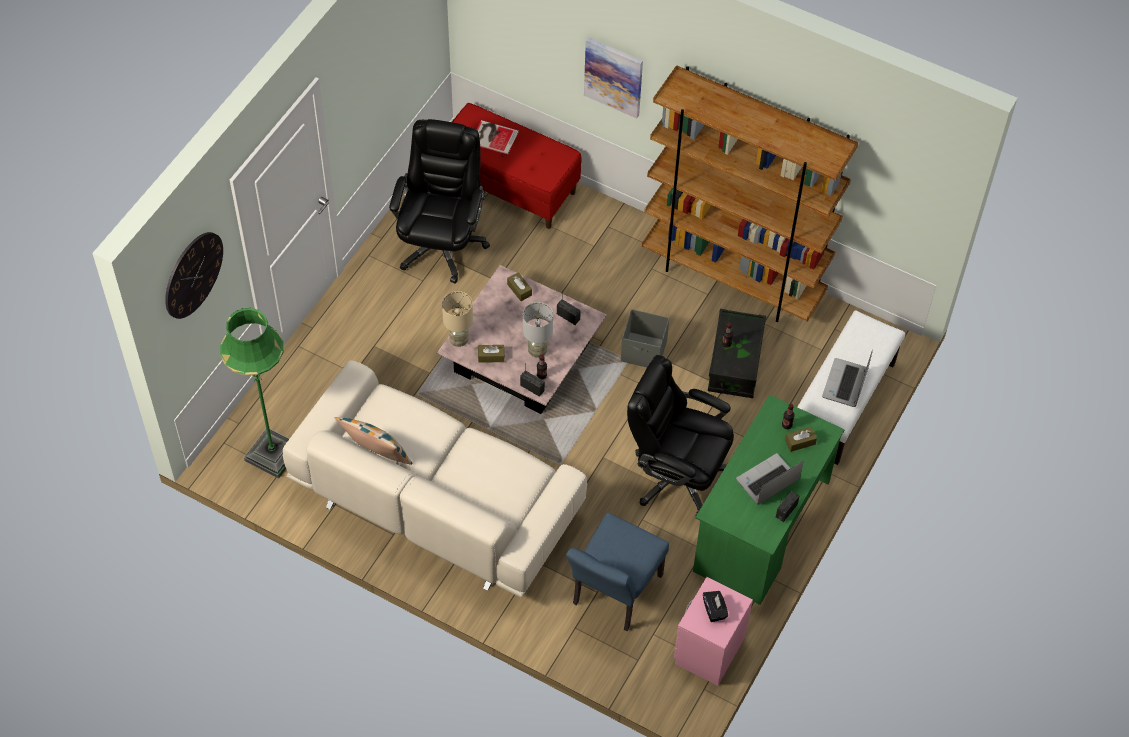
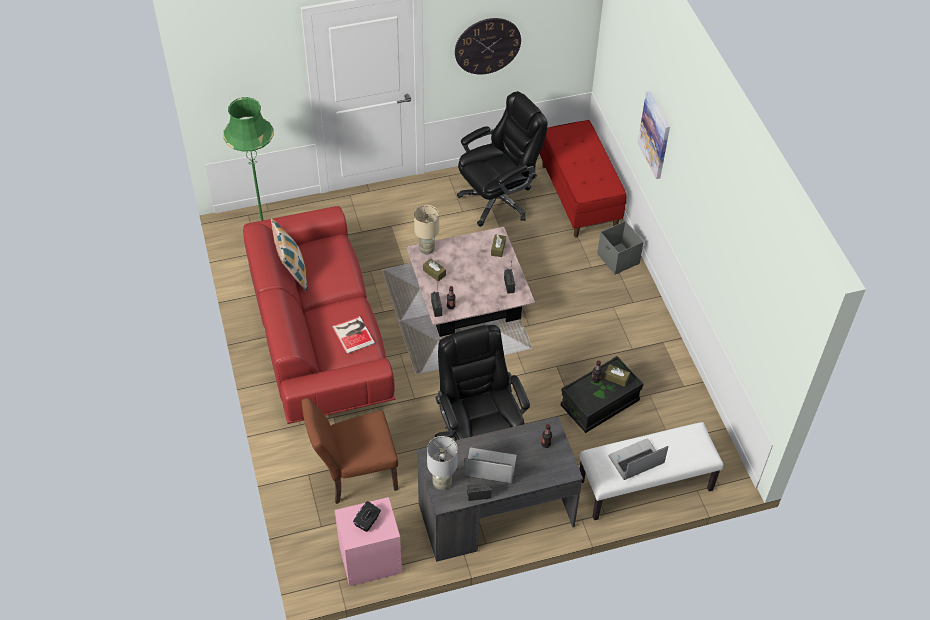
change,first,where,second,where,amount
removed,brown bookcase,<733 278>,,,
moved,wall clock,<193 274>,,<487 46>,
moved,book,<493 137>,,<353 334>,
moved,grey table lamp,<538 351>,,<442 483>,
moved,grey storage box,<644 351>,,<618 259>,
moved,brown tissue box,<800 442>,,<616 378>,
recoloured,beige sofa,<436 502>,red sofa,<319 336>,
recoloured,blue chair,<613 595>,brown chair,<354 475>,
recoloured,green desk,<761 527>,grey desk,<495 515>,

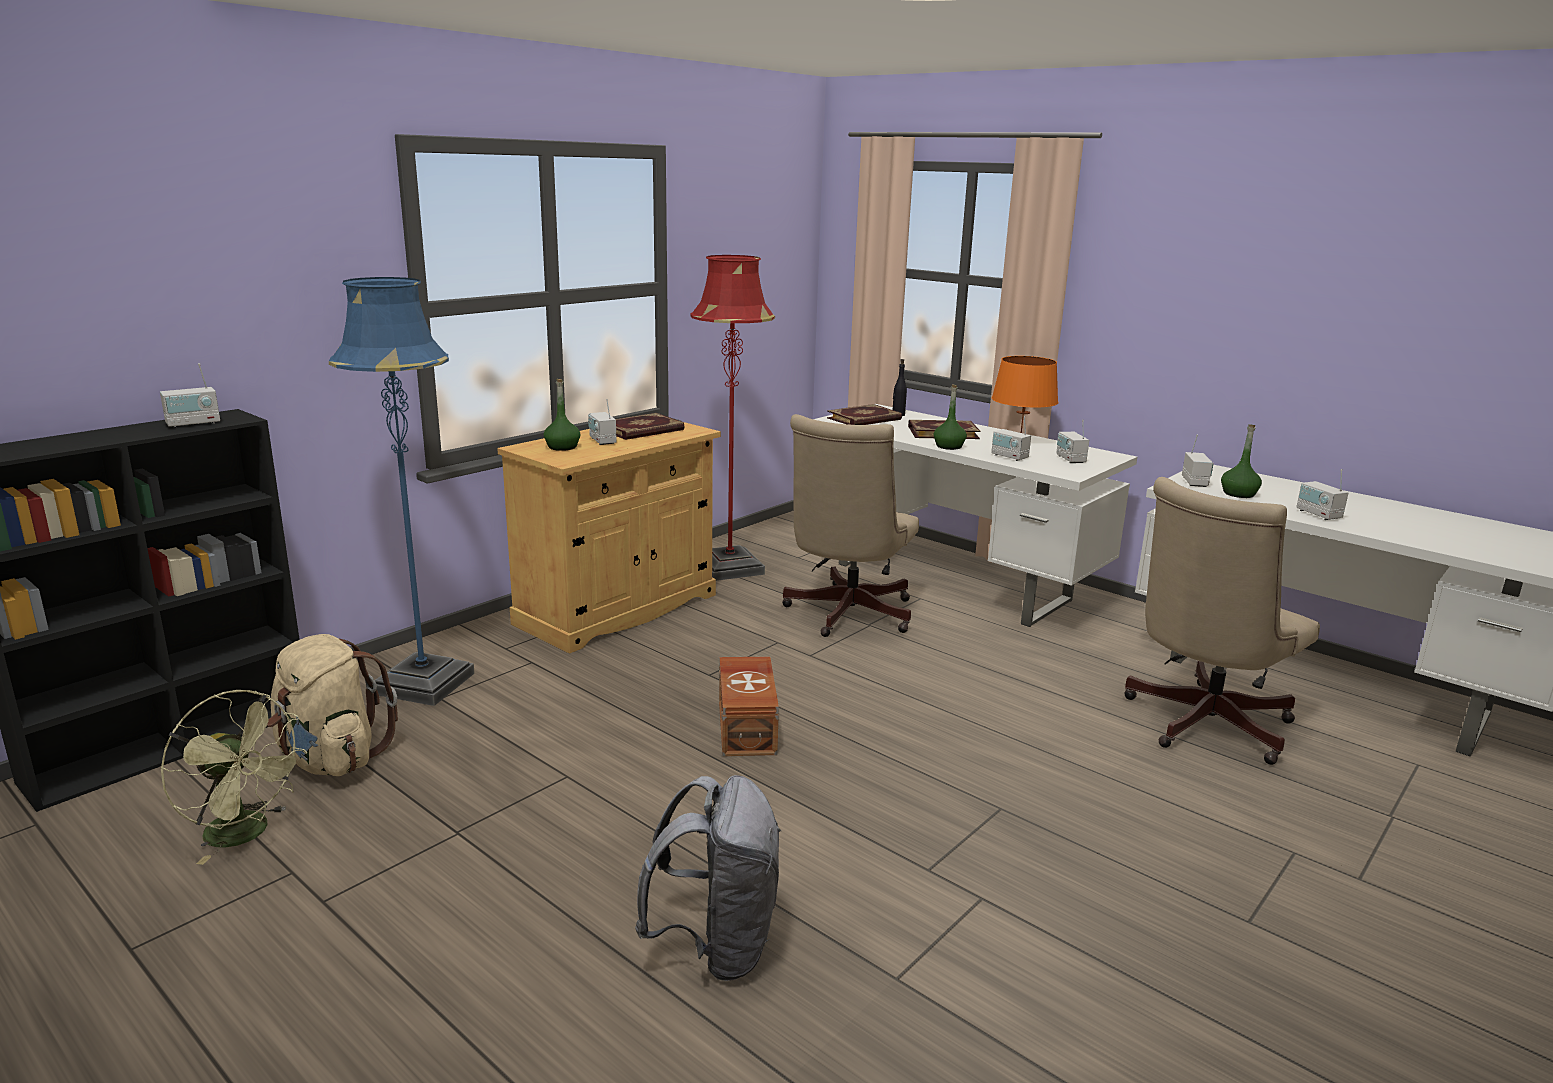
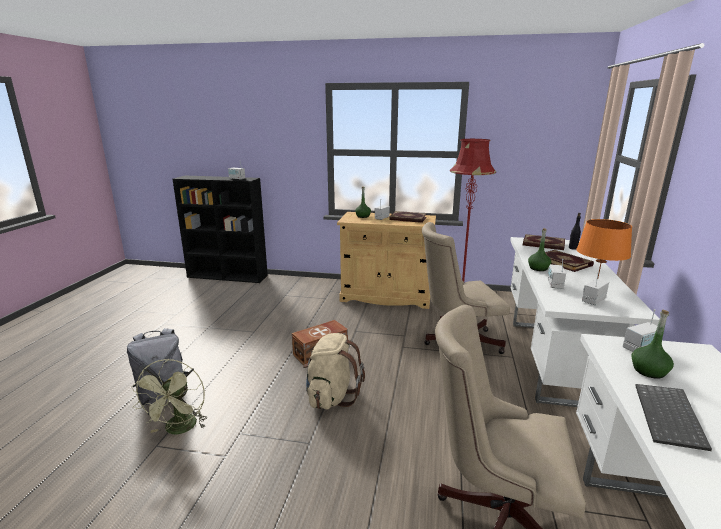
change,first,where,second,where,amount
removed,blue floor lamp,<424 683>,,,
moved,green fan,<247 834>,,<179 430>,
moved,beige backpack,<331 759>,,<331 396>,
replaced,radio,<1318 514>,keyboard,<671 418>,

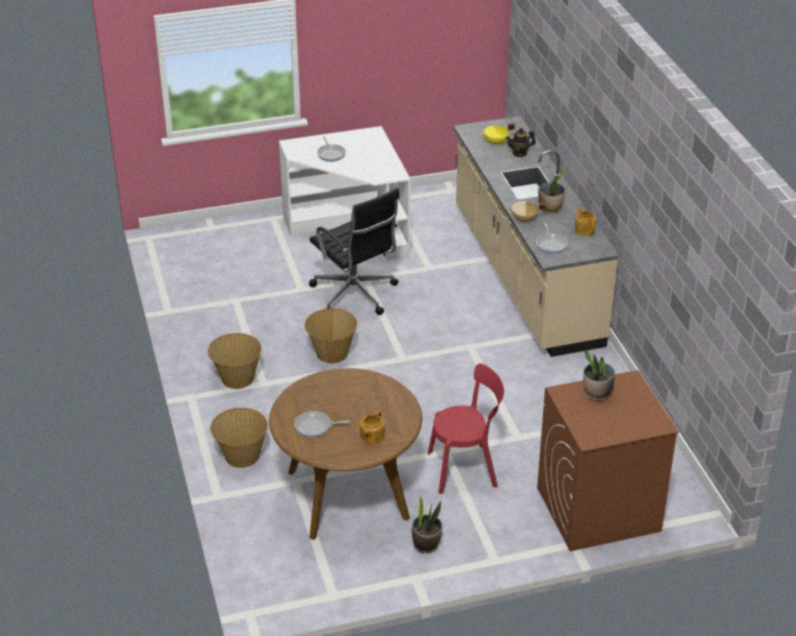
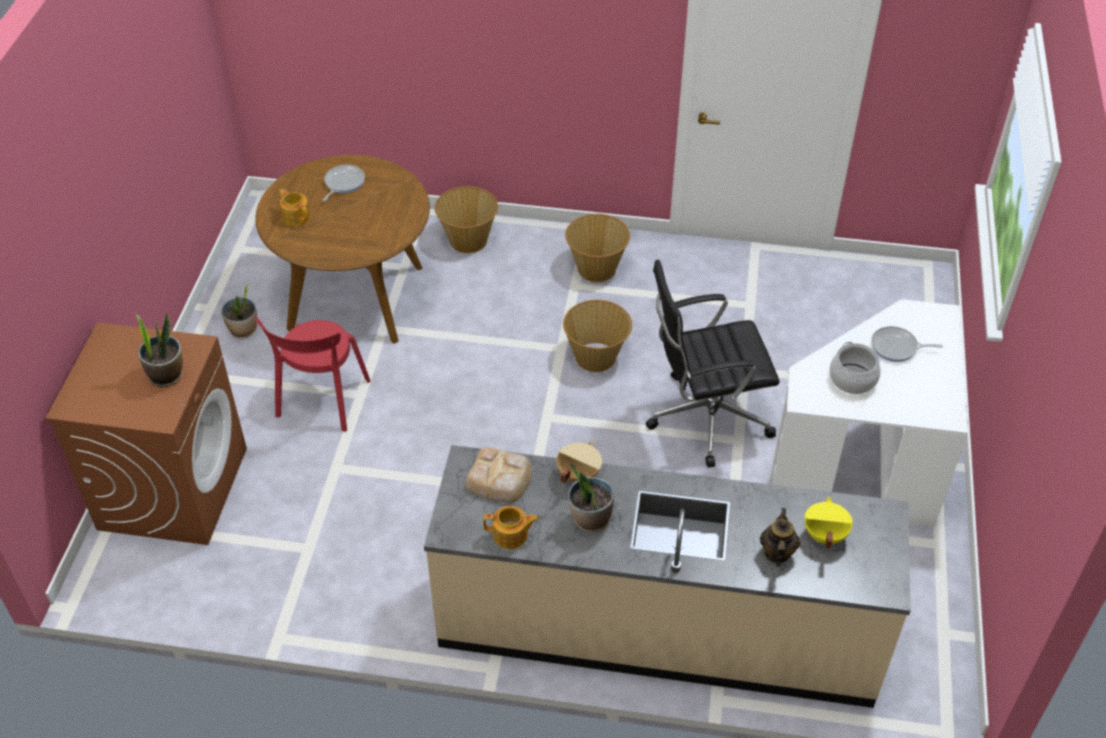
change,first,where,second,where,amount
added,,,cooking pot,<853 379>,
replaced,frying pan,<551 244>,bread,<499 478>,

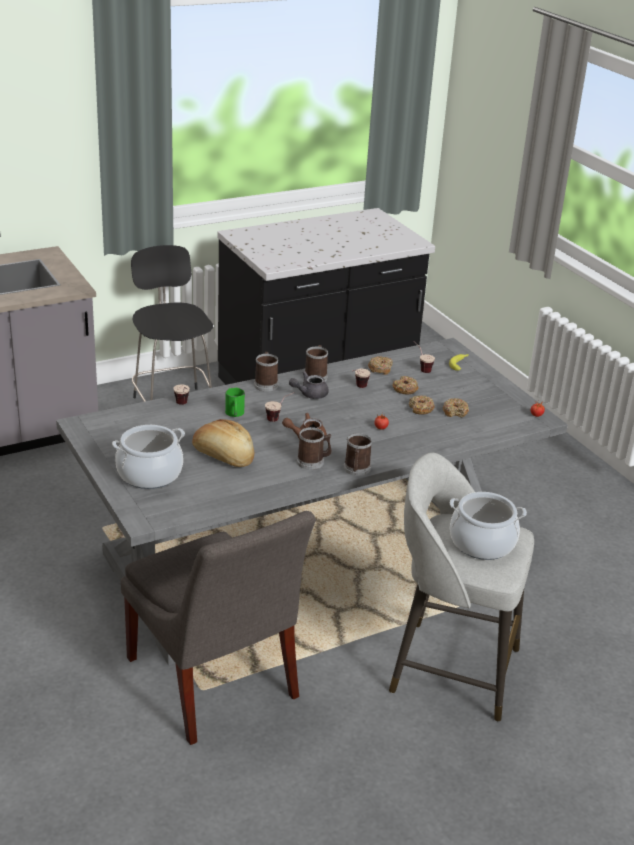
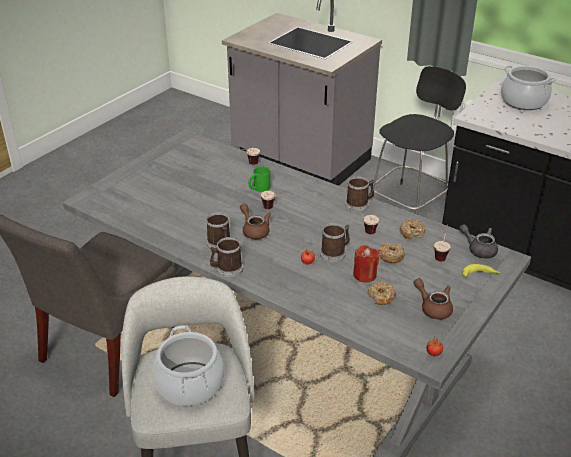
change,first,where,second,where,amount
removed,bread,<223 456>,,,
added,,,brown teapot,<433 307>,
moved,cooking pot,<149 474>,,<523 101>,
moved,mug,<266 383>,,<335 253>,
moved,grey teapot,<309 394>,,<478 249>,
replaced,donut,<421 409>,red candle,<364 275>,

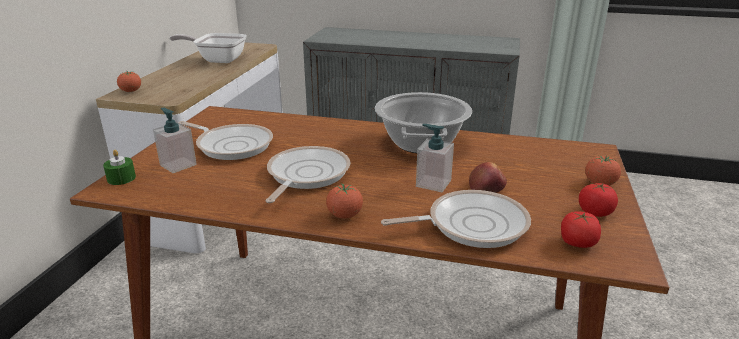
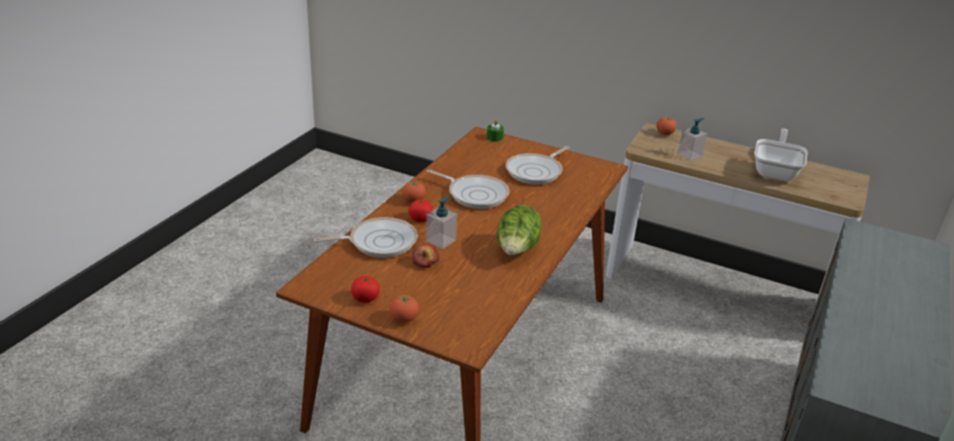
change,first,where,second,where,amount
moved,soap dispenser,<178 165>,,<690 155>,
moved,tomato,<577 243>,,<420 219>,
replaced,cooking pot,<421 143>,lettuce,<517 251>,
turned,frying pan,<471 224>,,<379 242>,105 degrees counterclockwise

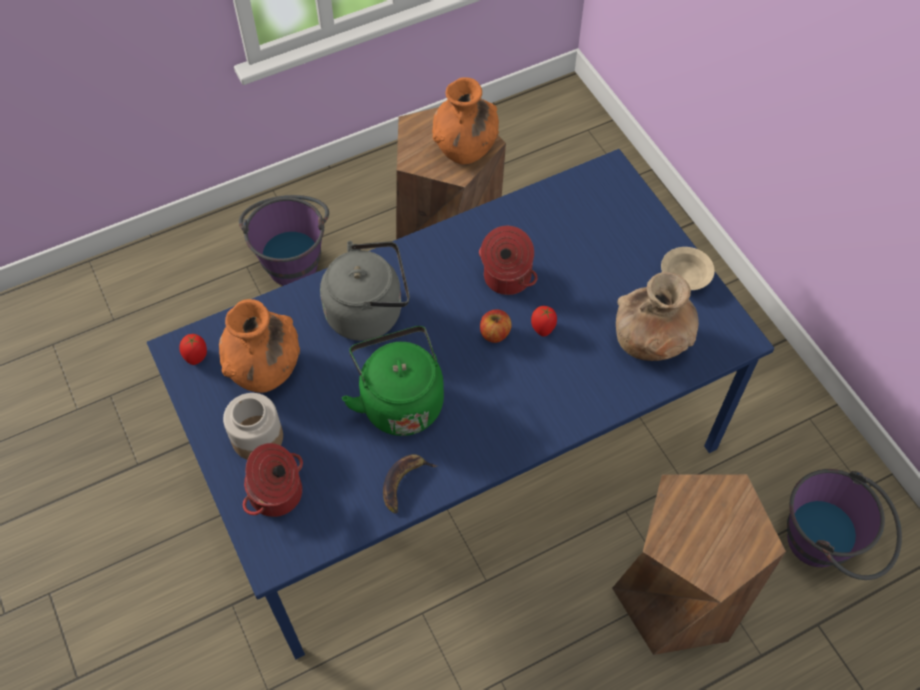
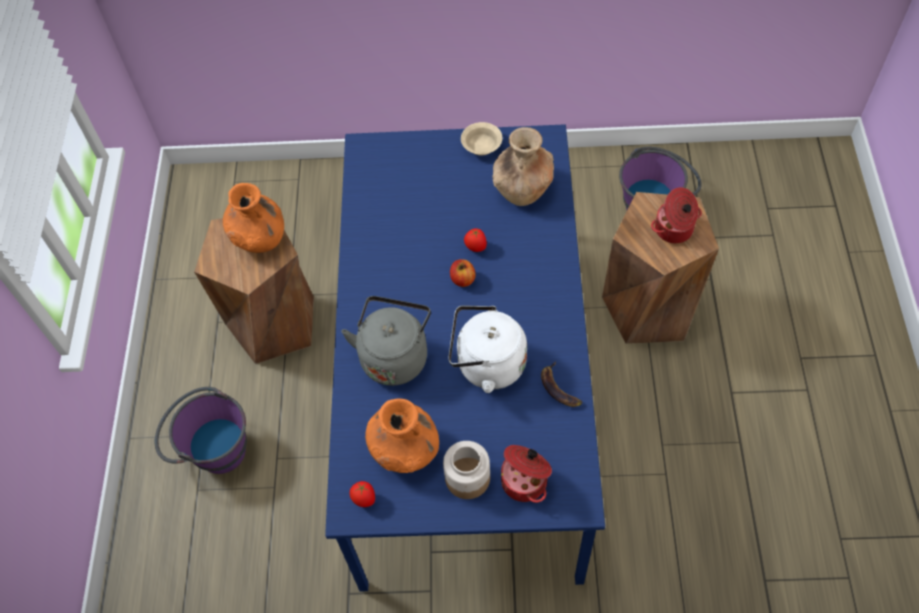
change,first,where,second,where,amount
moved,cooking pot,<506 278>,,<674 230>,
recoloured,green kettle,<399 400>,white kettle,<486 365>,

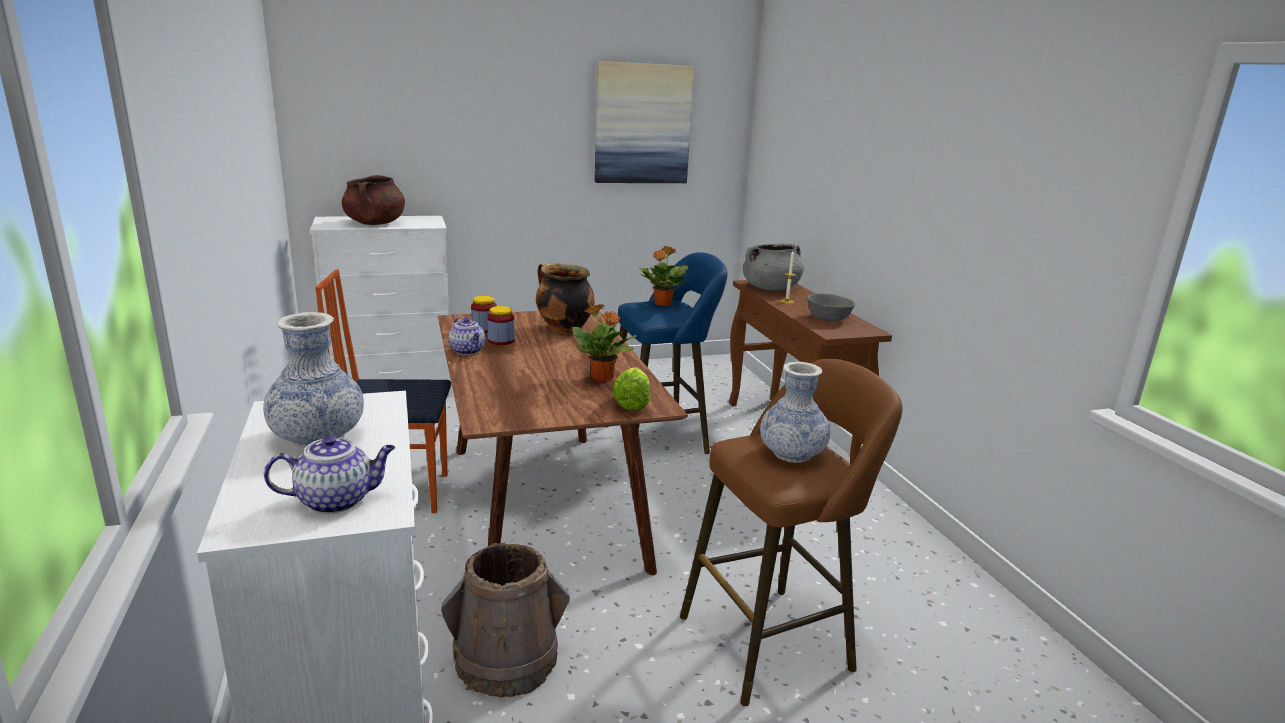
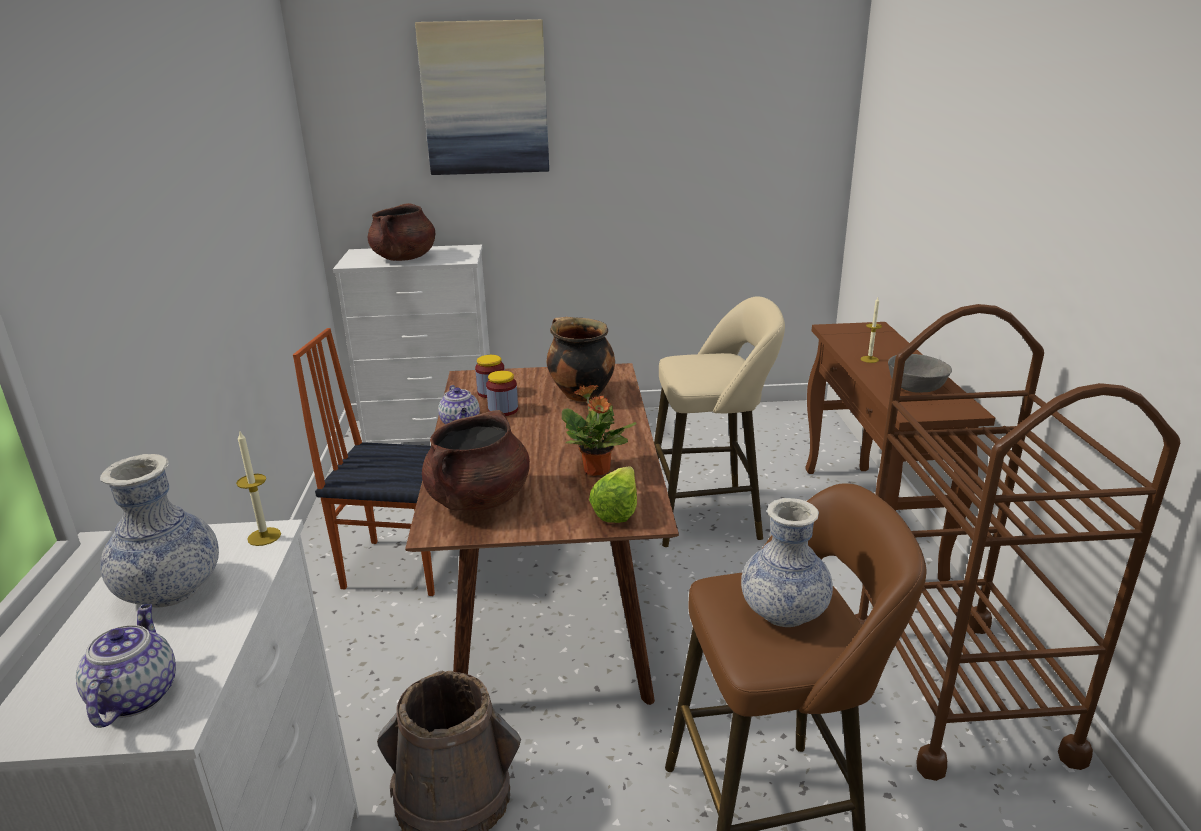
change,first,where,second,where,amount
removed,potted plant,<662 304>,,,
removed,grey cooking pot,<770 288>,,,
added,,,candle,<264 536>,
added,,,brown cooking pot,<479 499>,
added,,,brown cart,<956 691>,
moved,picture,<642 124>,,<485 99>,
recoloured,blue stool,<661 438>,beige stool,<710 514>,
turned,teapot,<337 500>,,<135 695>,90 degrees counterclockwise

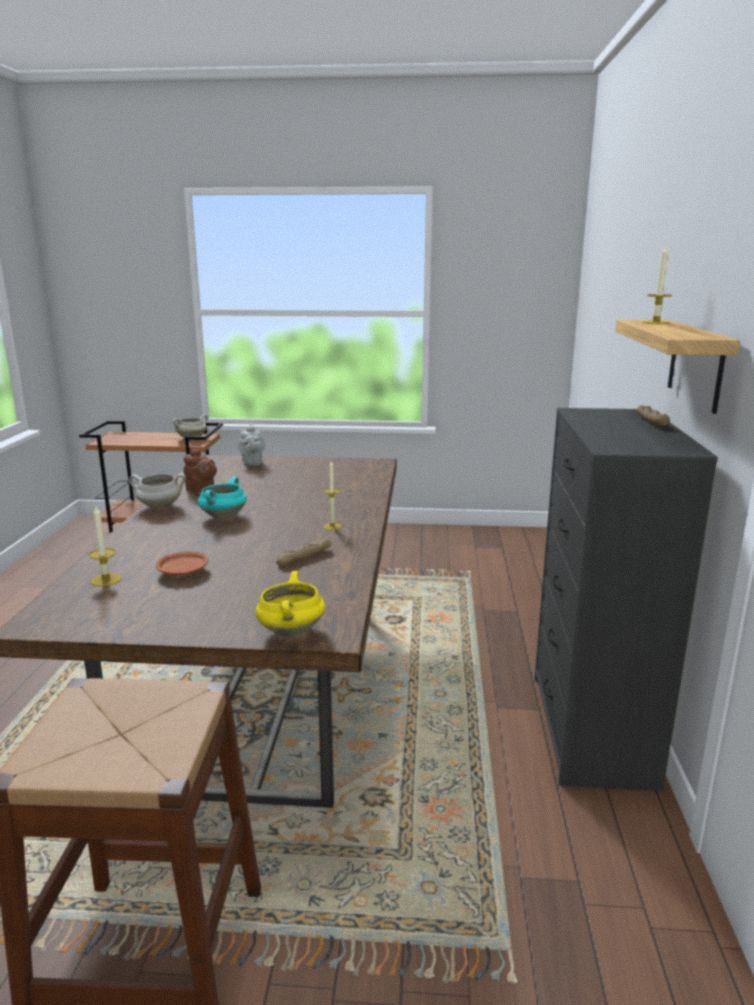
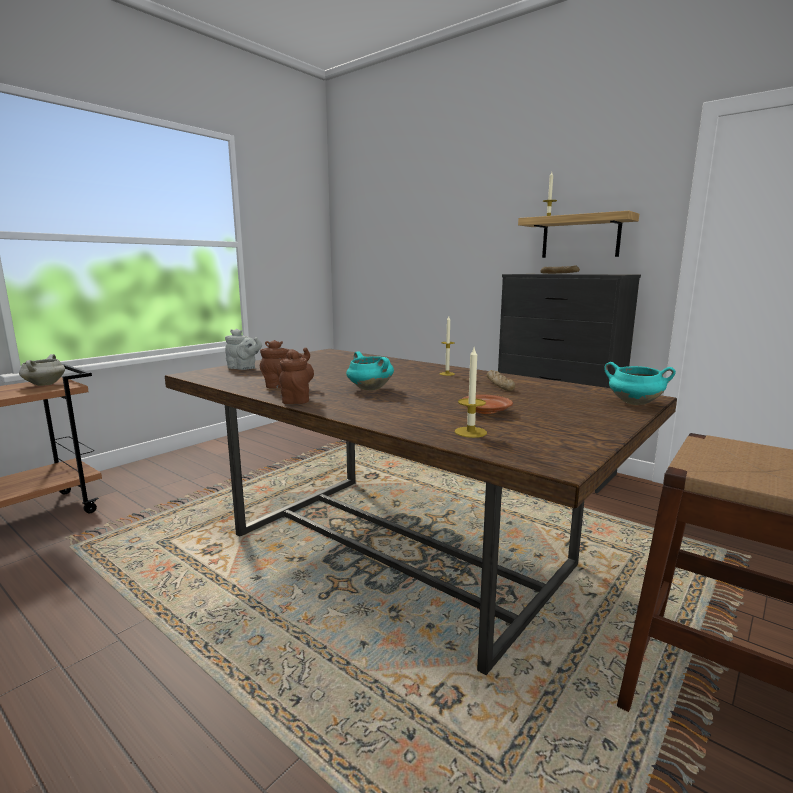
change,first,where,second,where,amount
replaced,white cooking pot,<159 507>,brown teapot,<296 400>,
recoloured,yellow cooking pot,<290 631>,turquoise cooking pot,<633 403>,

